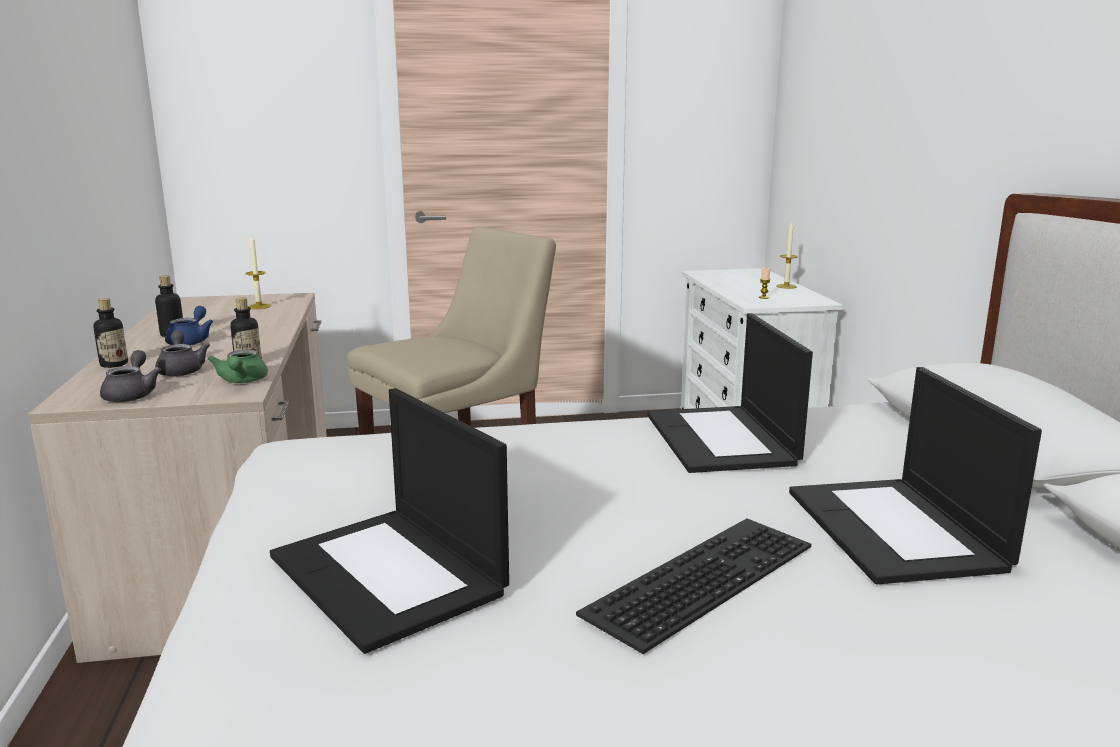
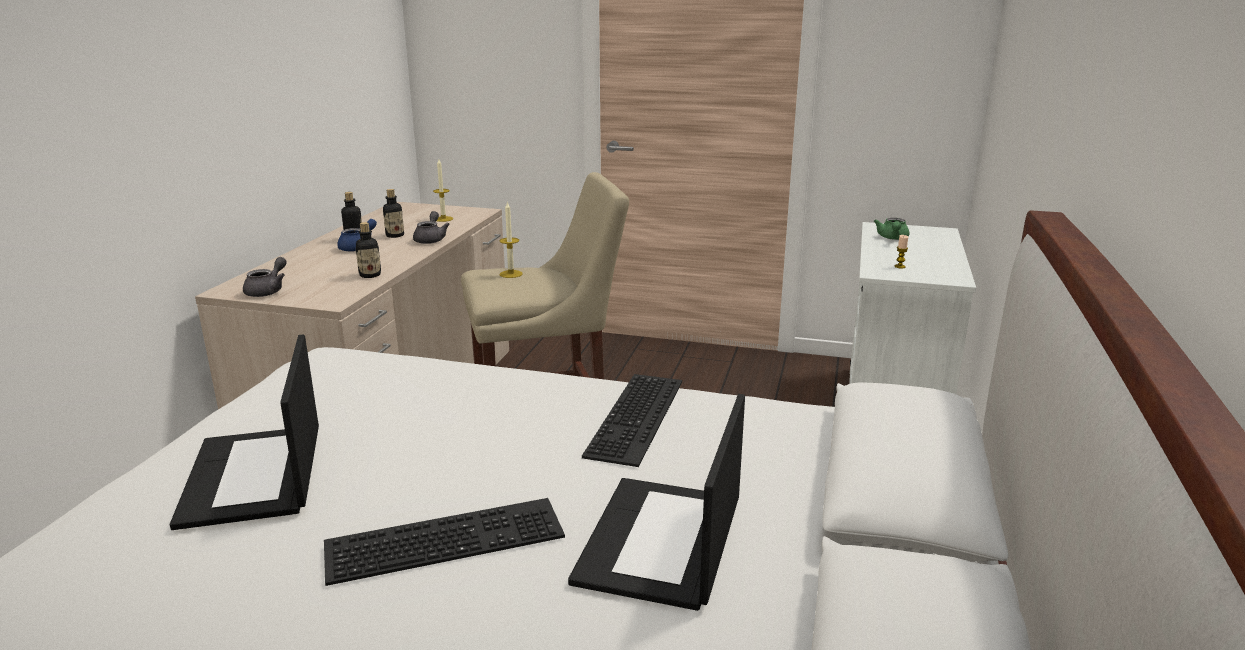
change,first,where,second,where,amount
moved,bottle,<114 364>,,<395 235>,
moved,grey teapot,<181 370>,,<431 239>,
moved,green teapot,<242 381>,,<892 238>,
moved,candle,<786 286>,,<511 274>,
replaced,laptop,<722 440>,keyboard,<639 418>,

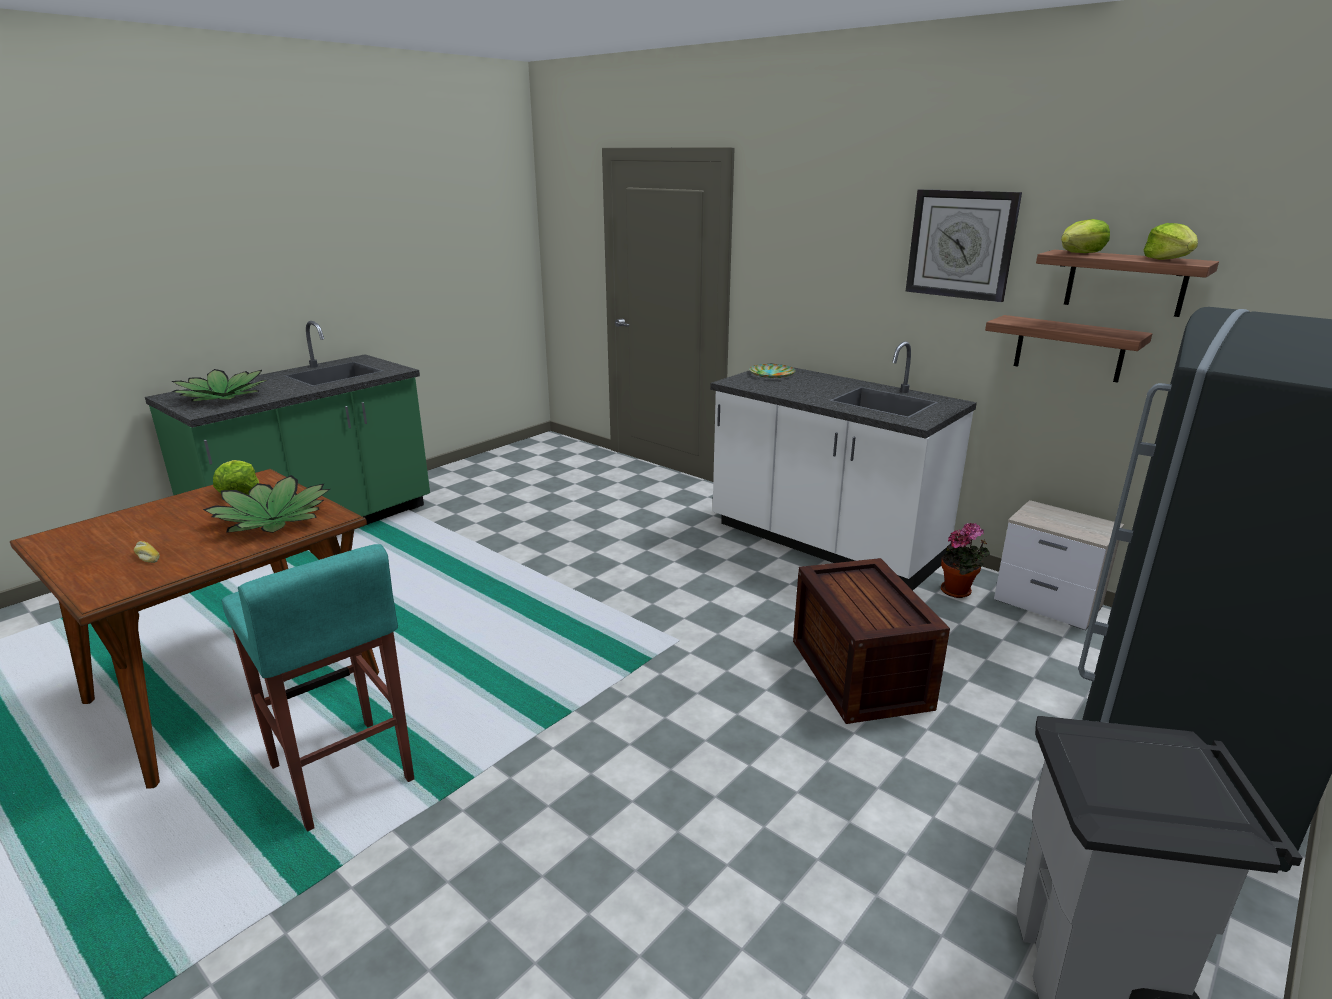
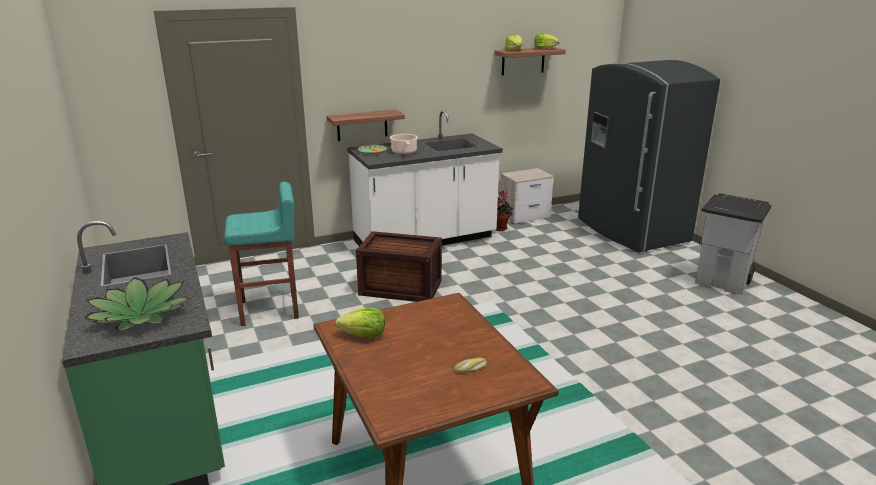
change,first,where,second,where,amount
removed,potted plant,<273 519>,,,
removed,wall clock,<961 244>,,,
added,,,cooking pot,<404 152>,
moved,turquoise stool,<340 775>,,<270 310>,
moved,crate,<860 675>,,<402 288>,
moved,shelf,<1069 348>,,<362 125>,

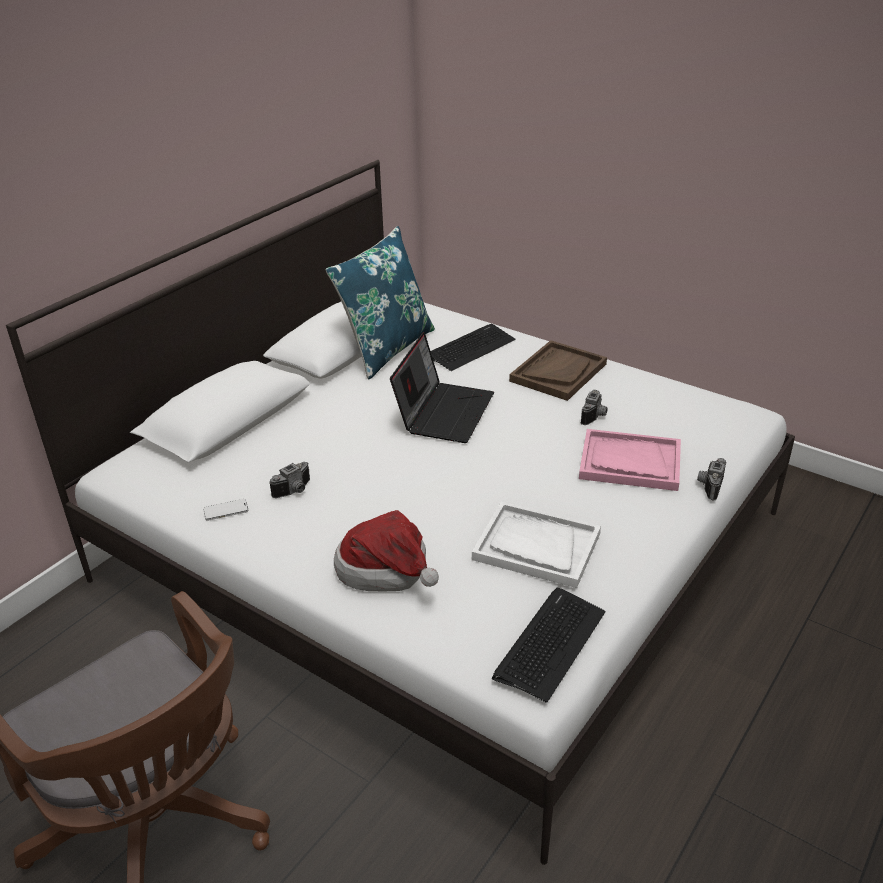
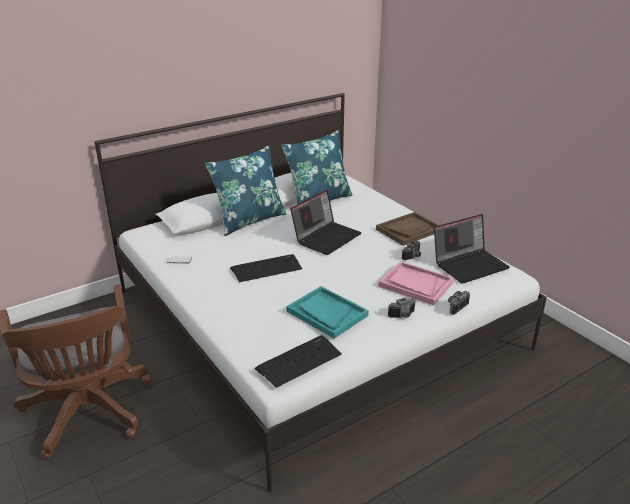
change,first,where,second,where,amount
removed,hat,<388 572>,,,
added,,,blue pillow,<249 220>,
added,,,laptop,<469 264>,
moved,photo camera,<295 491>,,<403 316>,
moved,keyboard,<470 348>,,<266 268>,
recoloured,white tray,<536 546>,turquoise tray,<327 313>,

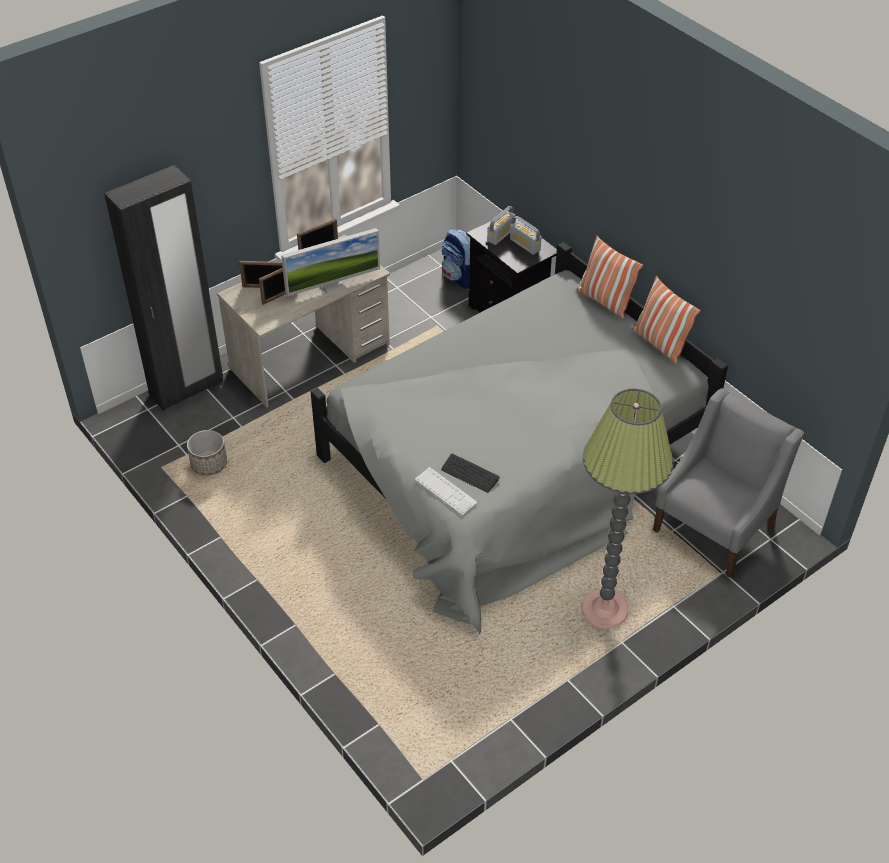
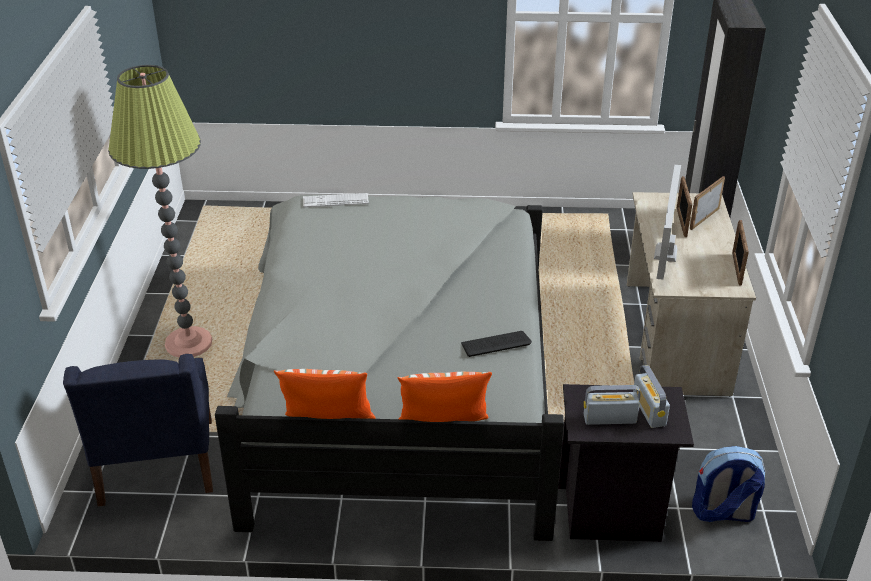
change,first,where,second,where,amount
removed,planter,<209 464>,,,
moved,keyboard,<470 474>,,<495 344>,
recoloured,grey armchair,<715 528>,blue armchair,<156 463>,

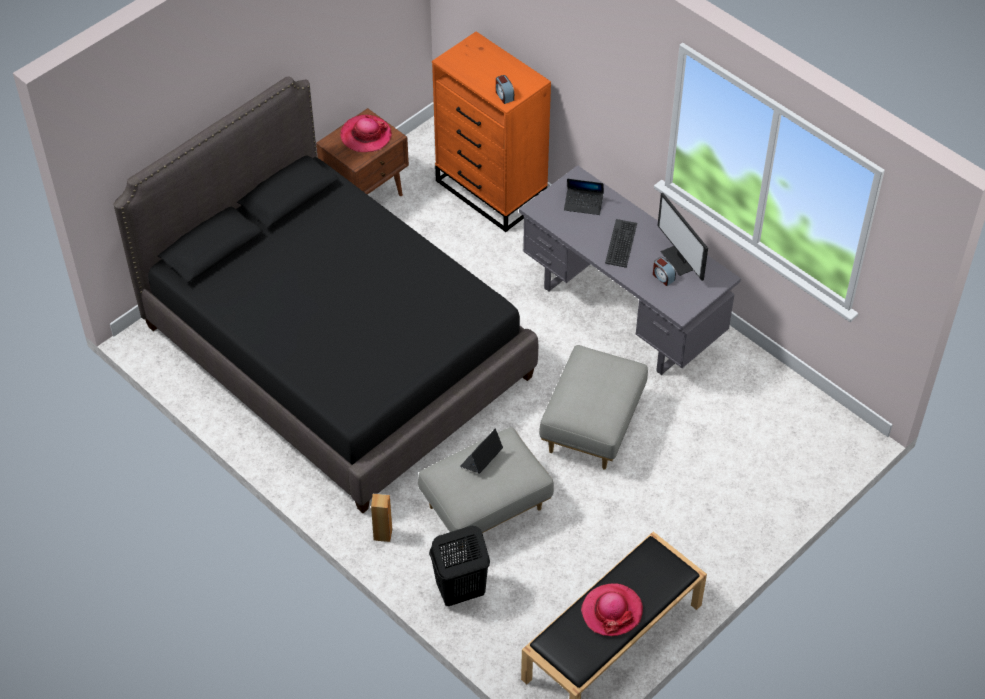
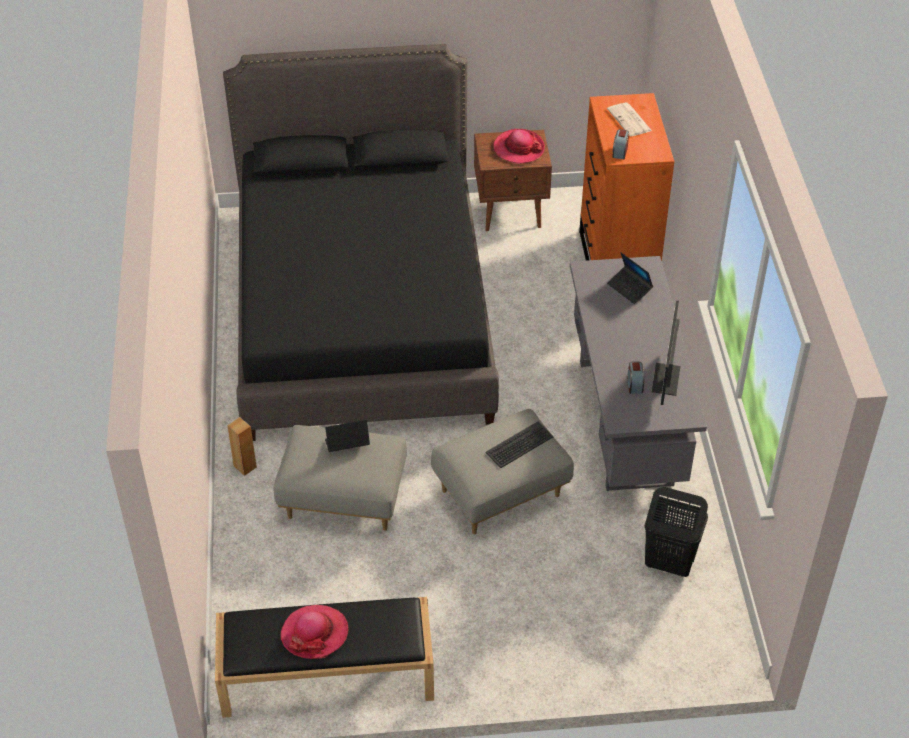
change,first,where,second,where,amount
added,,,newspaper,<630 120>,
moved,black laundry basket,<459 591>,,<668 563>,
moved,keyboard,<621 243>,,<519 445>,

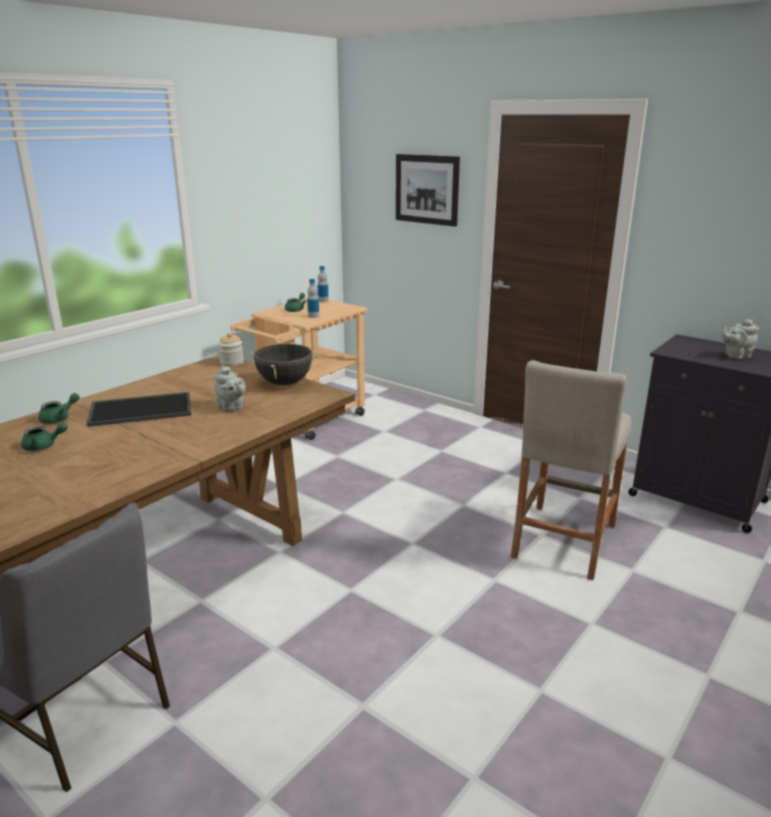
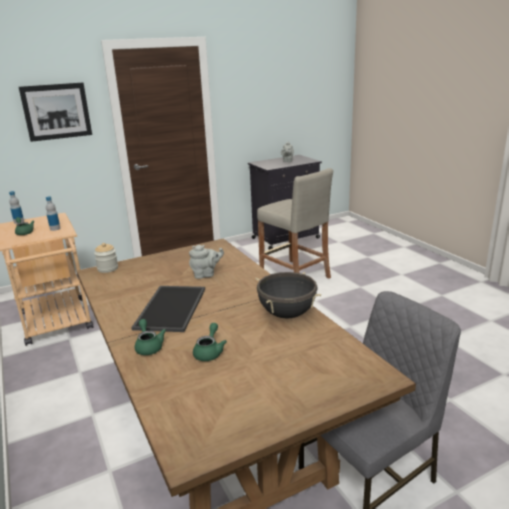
change,first,where,second,where,amount
moved,black cooking pot,<284 383>,,<287 314>,

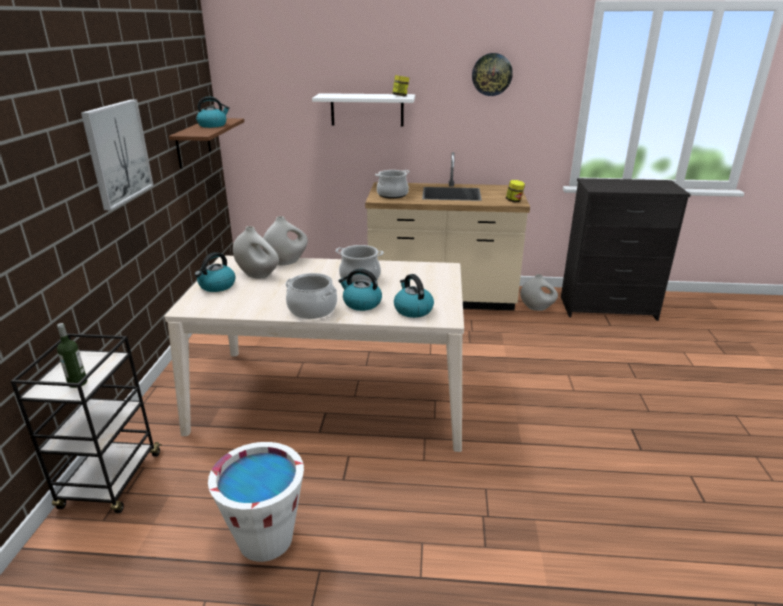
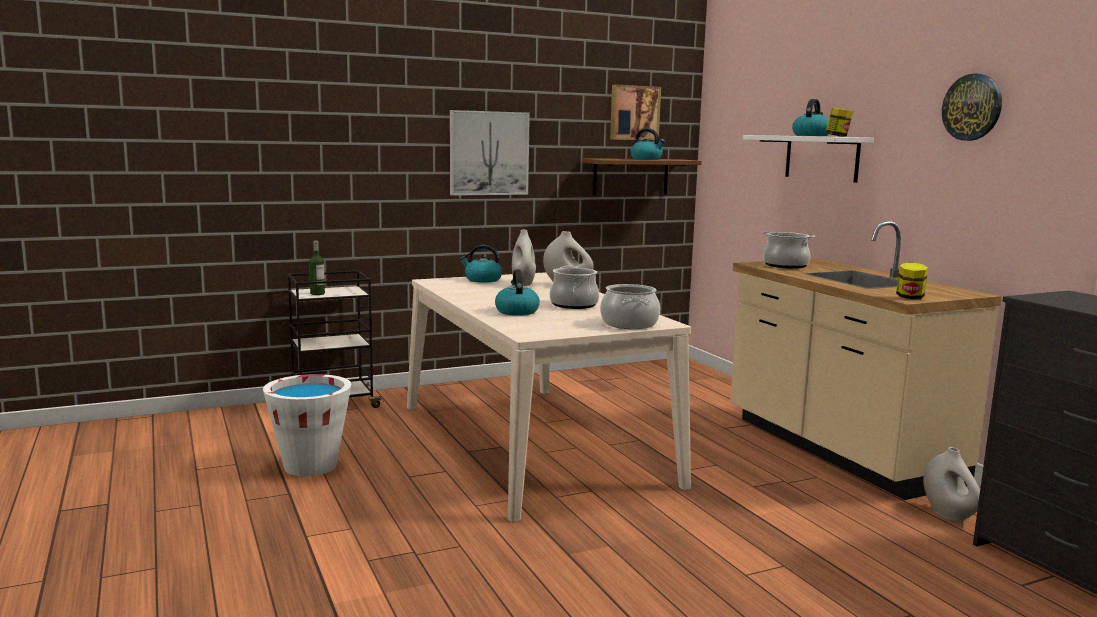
change,first,where,second,where,amount
added,,,picture,<634 113>,
moved,cooking pot,<312 310>,,<628 324>,
moved,kettle,<412 310>,,<811 136>,

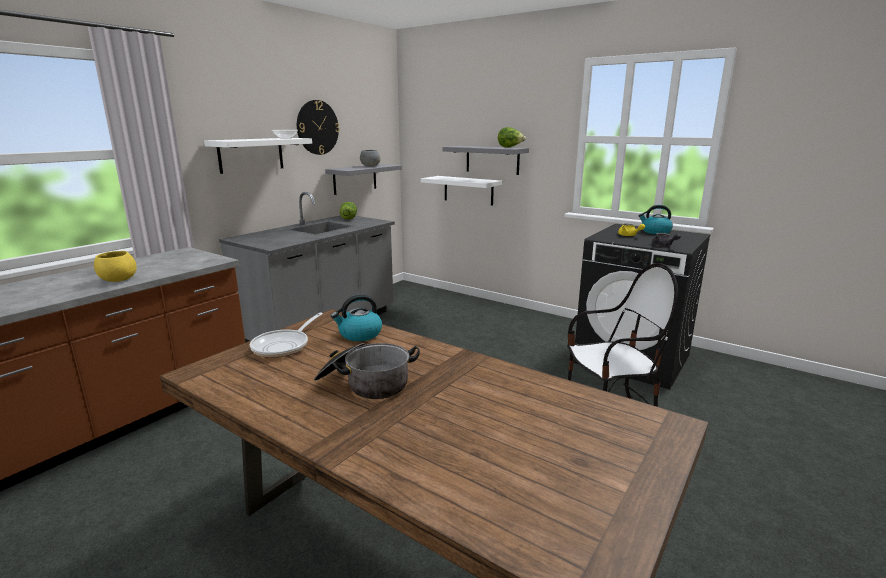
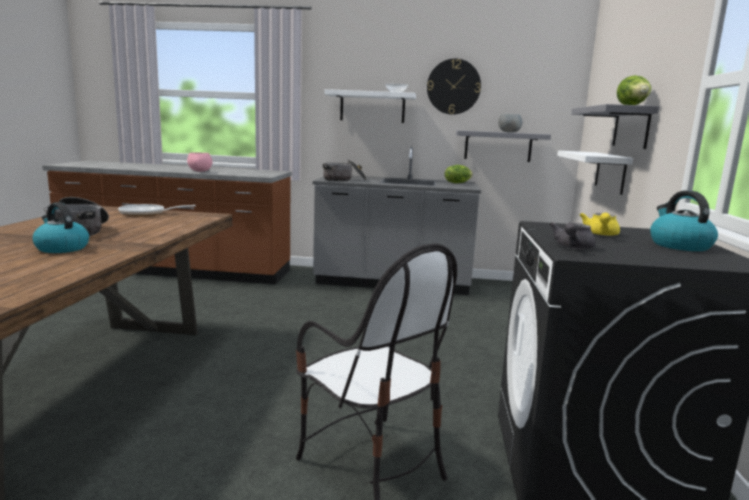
change,first,where,second,where,amount
added,,,cooking pot,<344 180>,
moved,kettle,<359 334>,,<61 248>,
recoloured,yellow bowl,<118 280>,pink bowl,<200 171>,

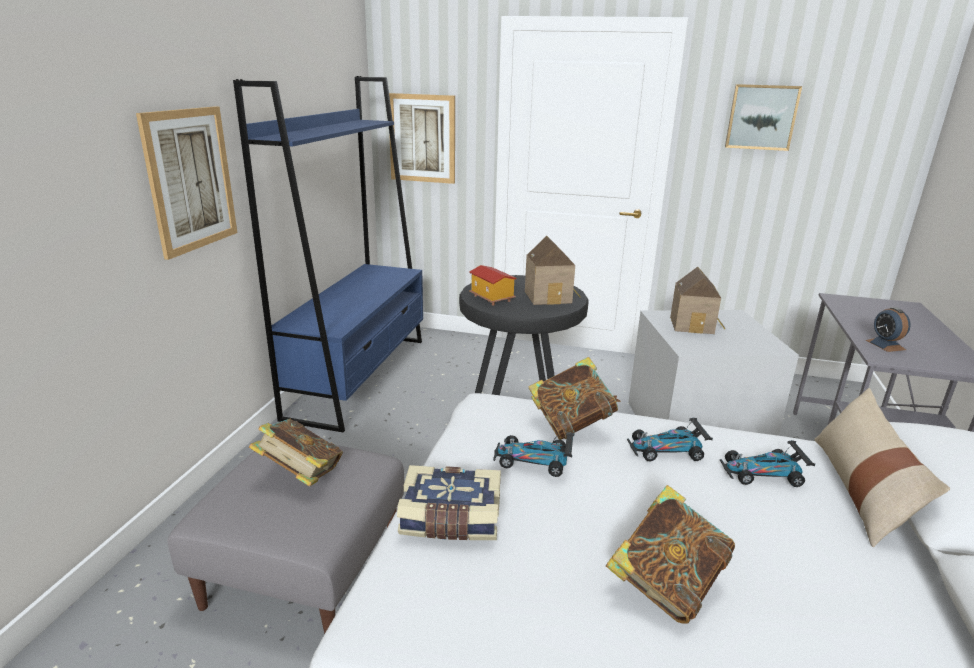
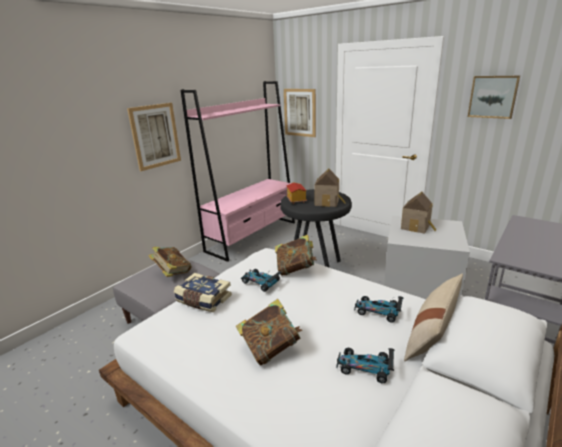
change,first,where,second,where,amount
removed,alarm clock,<885 345>,,,
moved,toy car,<667 449>,,<365 368>,
recoloured,blue bookcase,<359 376>,pink bookcase,<252 236>,

